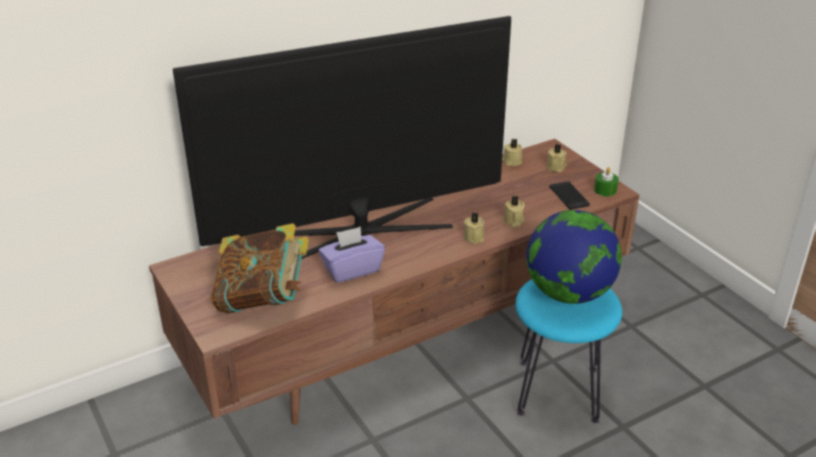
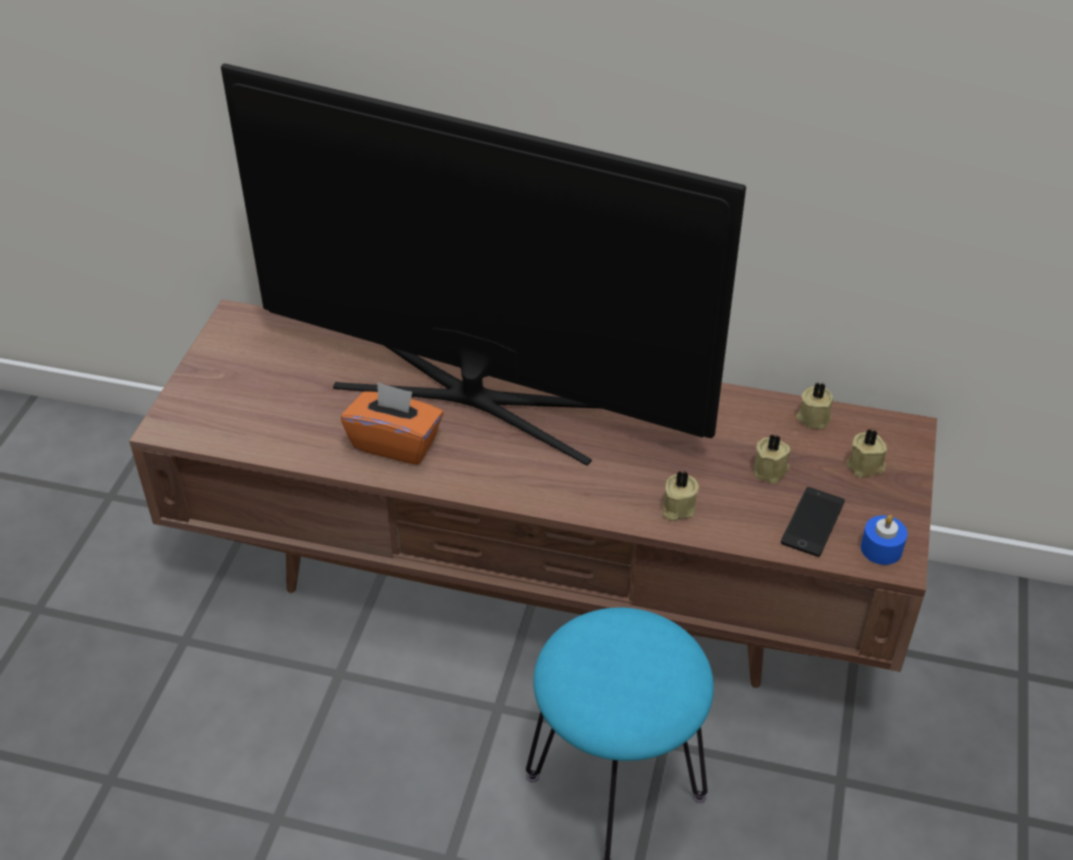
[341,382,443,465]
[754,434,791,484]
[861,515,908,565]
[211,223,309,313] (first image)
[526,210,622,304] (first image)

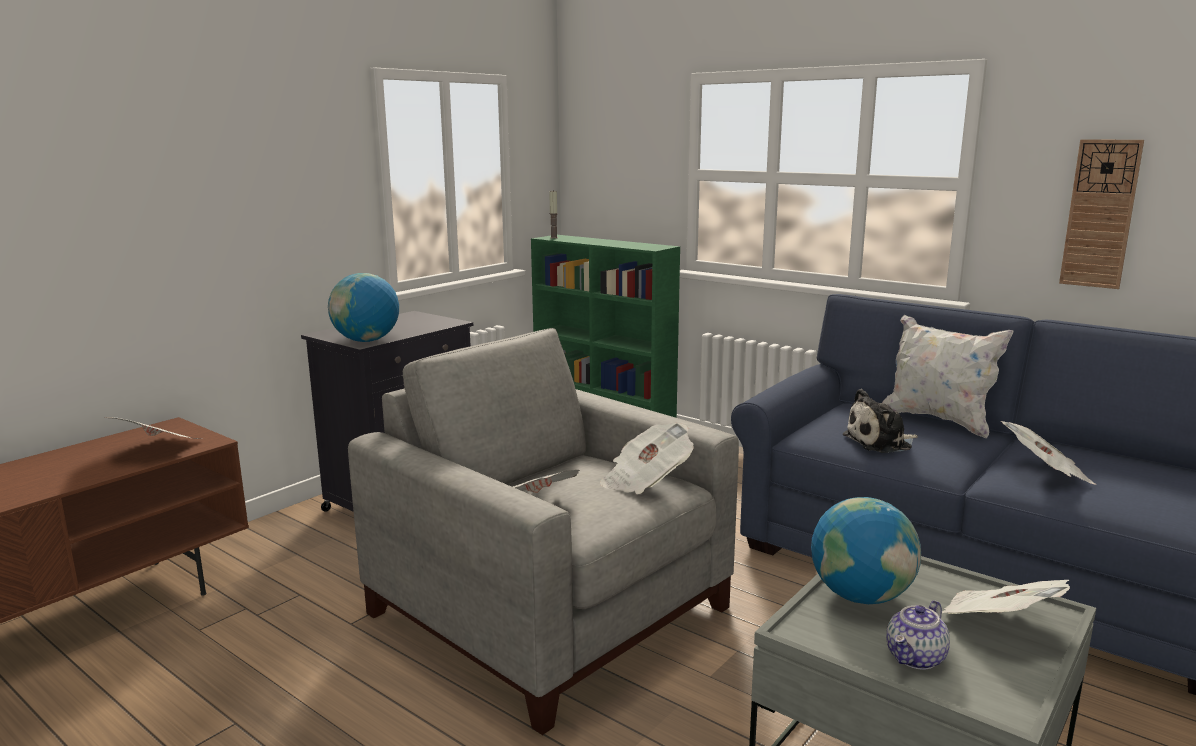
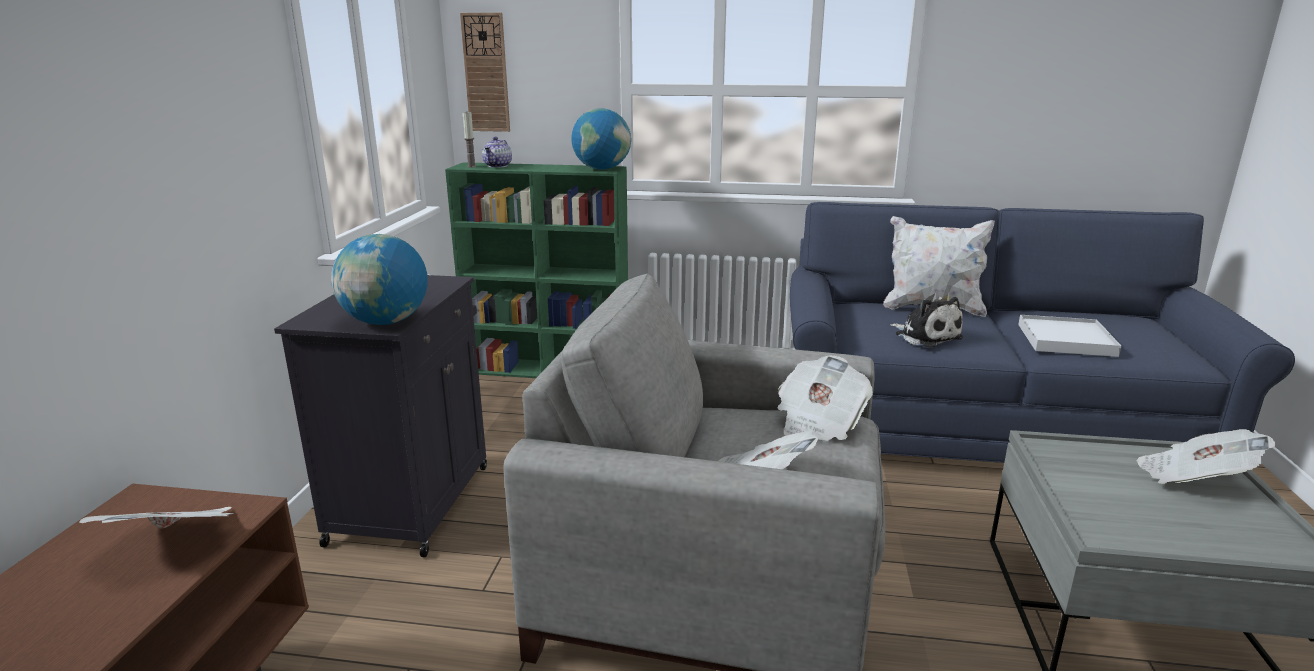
[460,13,510,132]
[482,137,512,168]
[571,108,631,170]
[890,297,963,348]
[1018,315,1121,357]

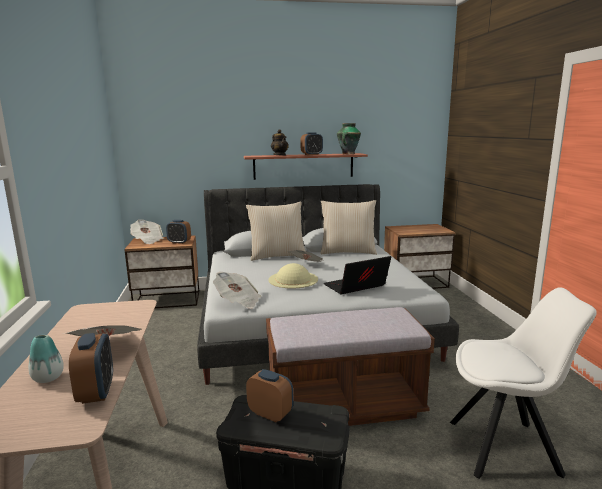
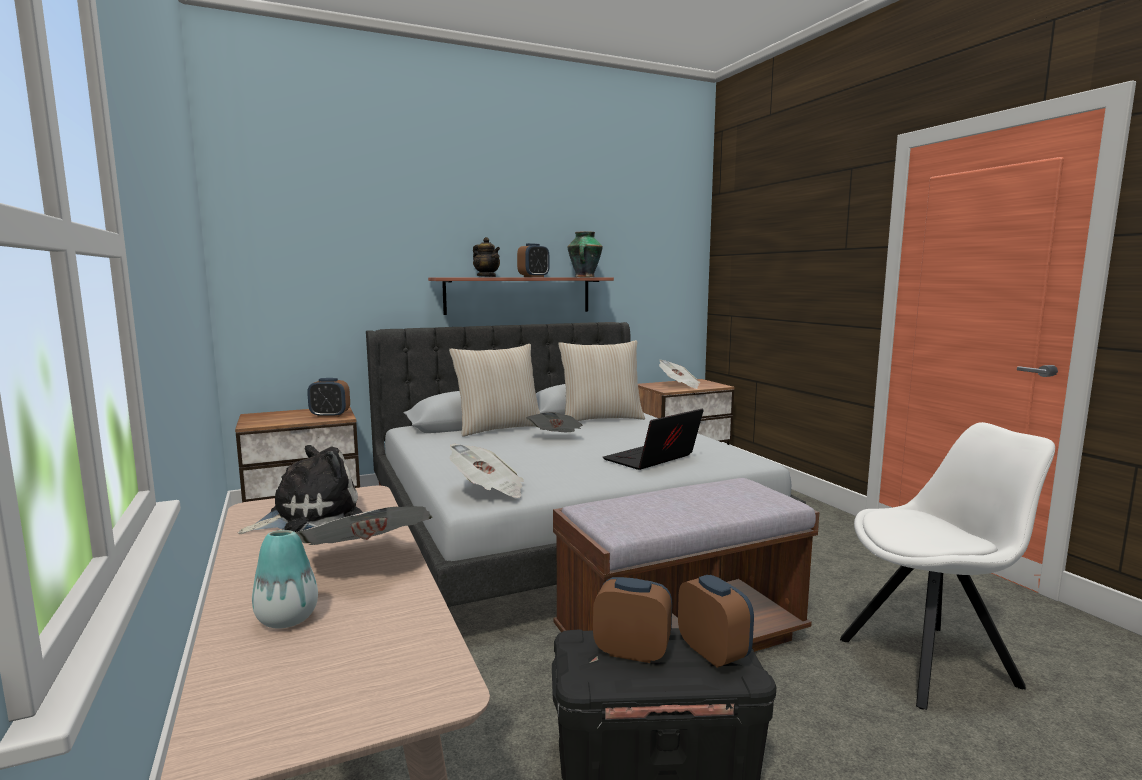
[238,445,363,534]
[659,360,700,389]
[678,575,754,668]
[268,263,318,289] (first image)

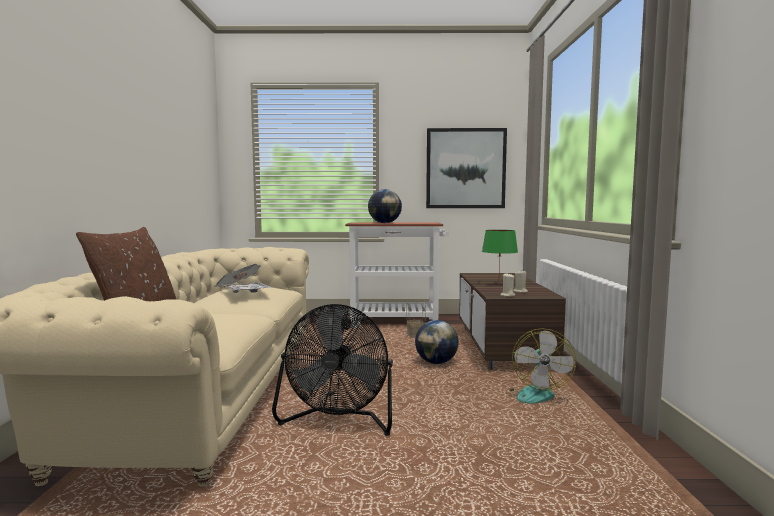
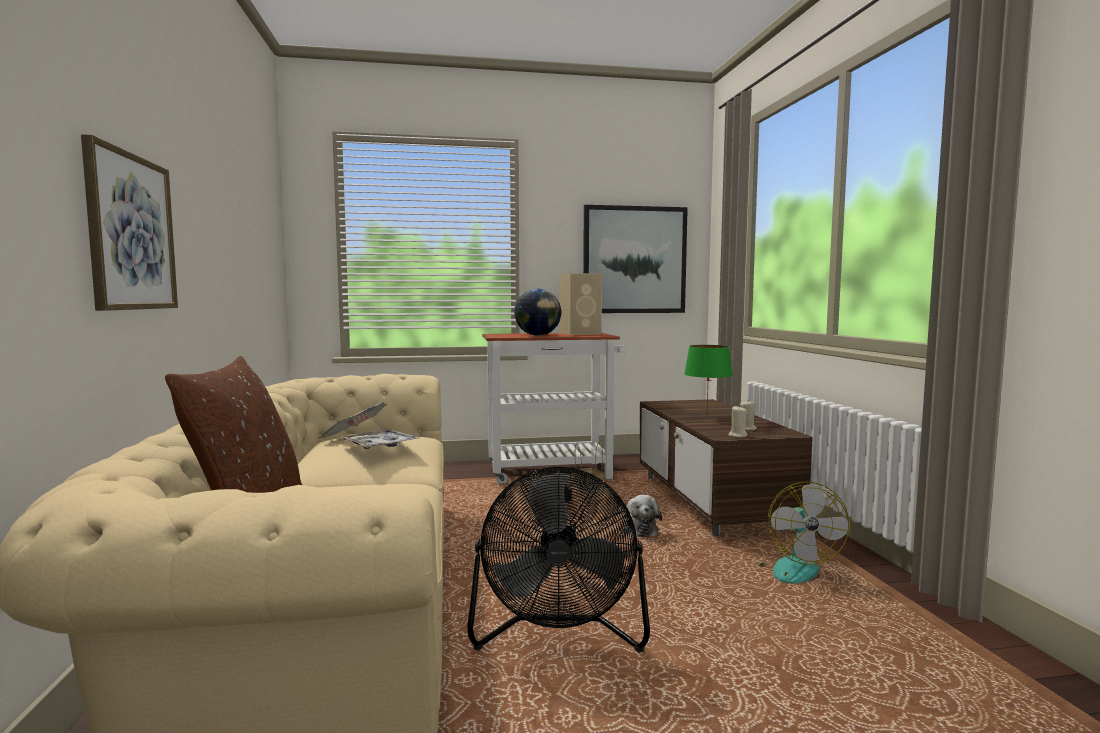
[81,134,178,311]
[560,273,602,335]
[622,495,662,537]

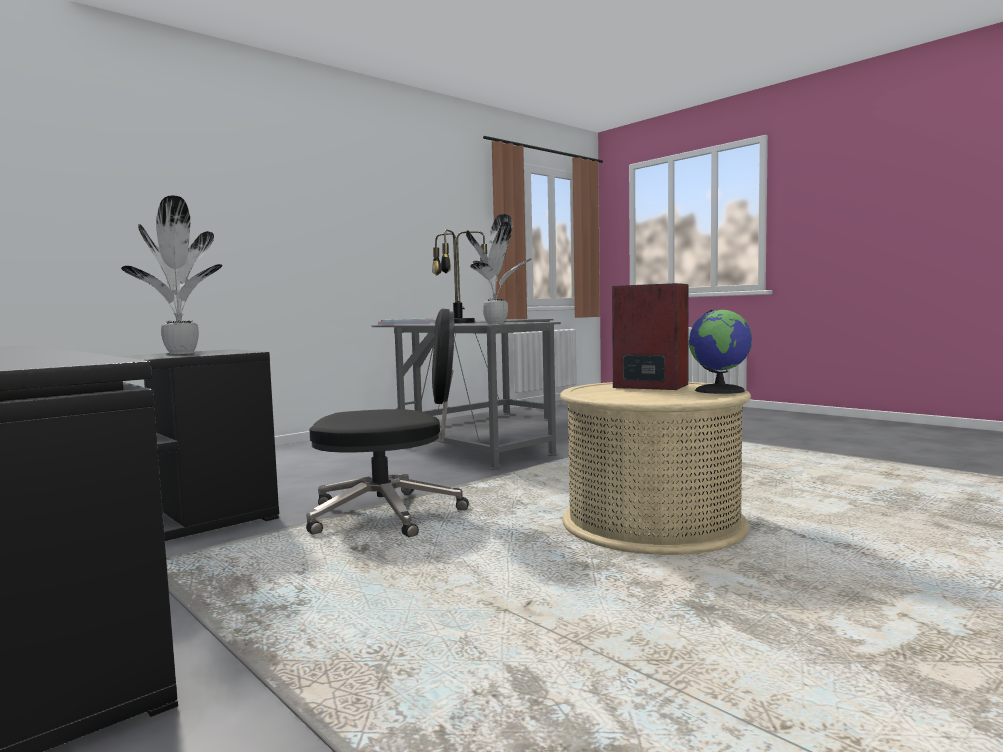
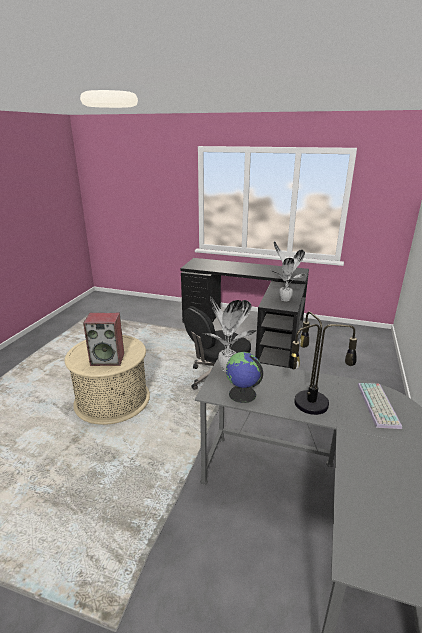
[226,352,263,403]

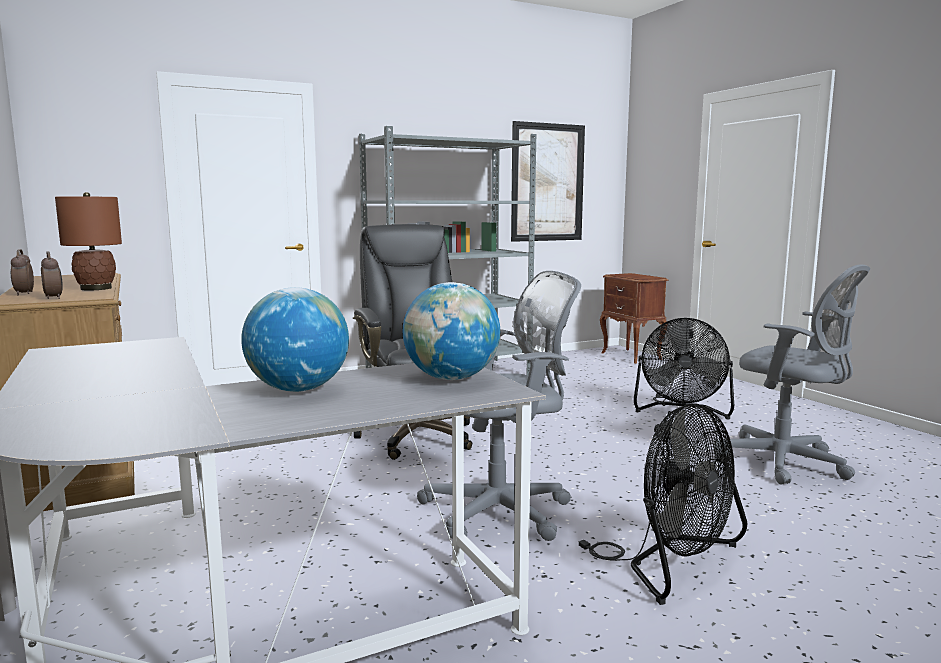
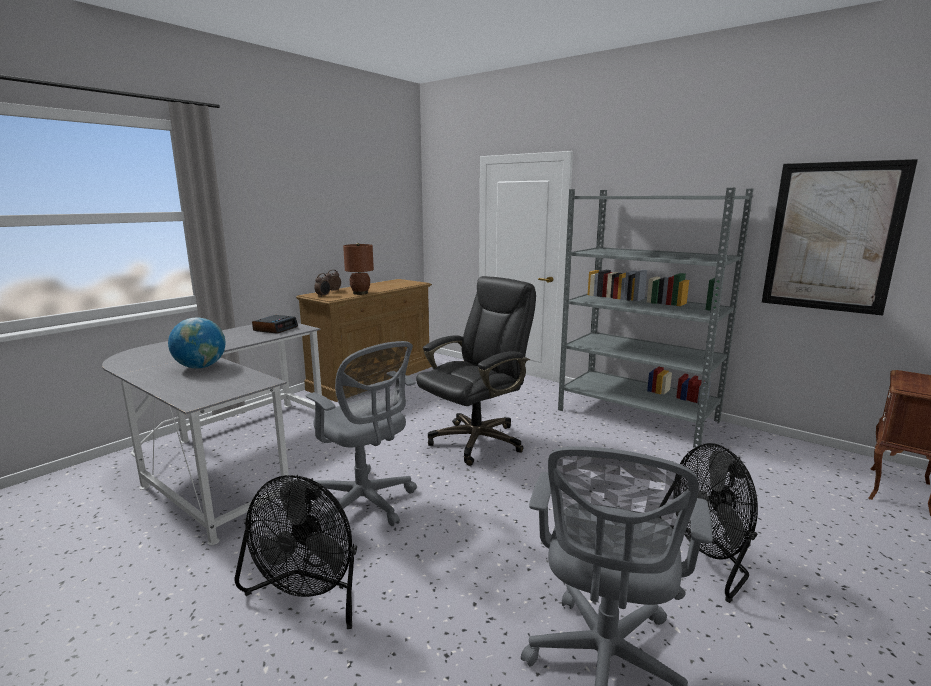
[252,315,298,334]
[403,282,500,380] (first image)

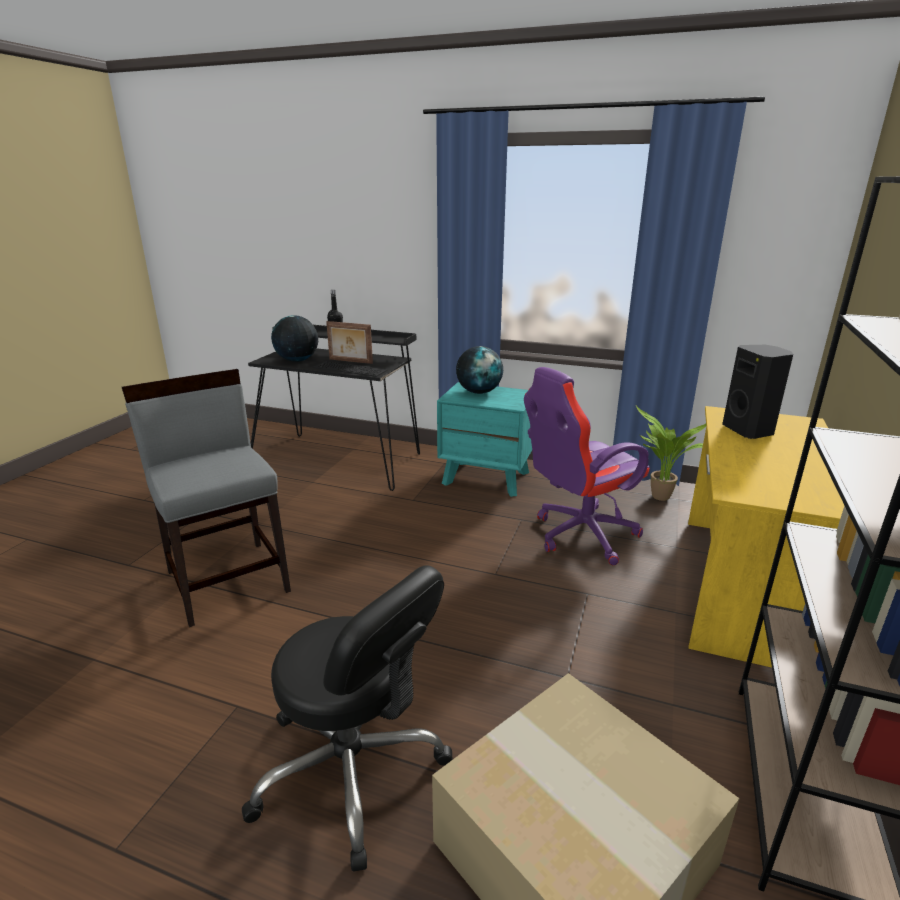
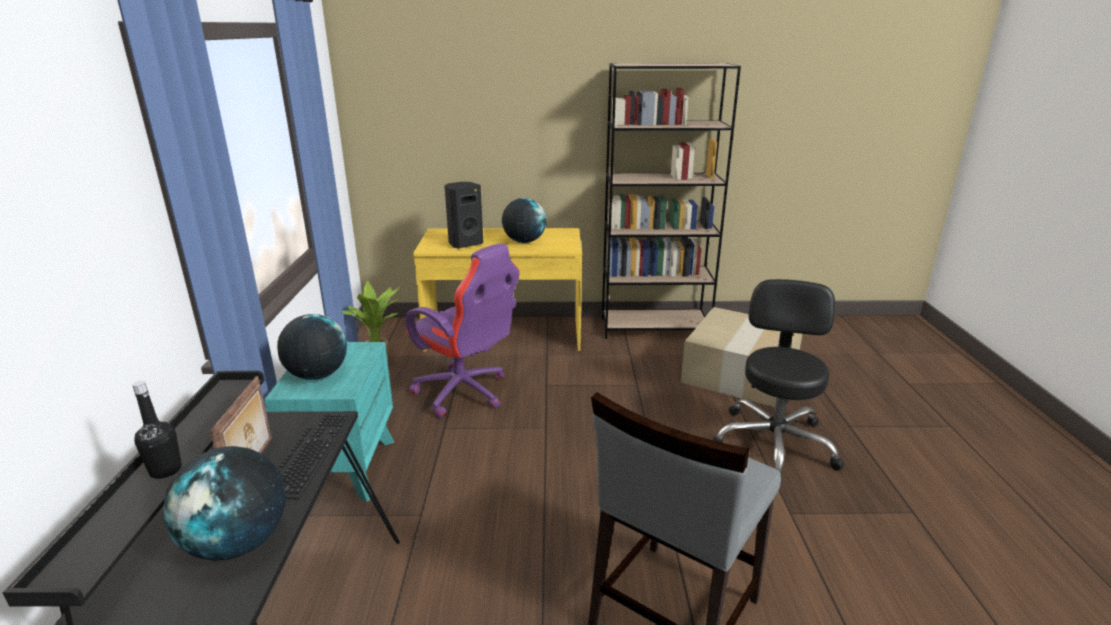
[502,198,546,243]

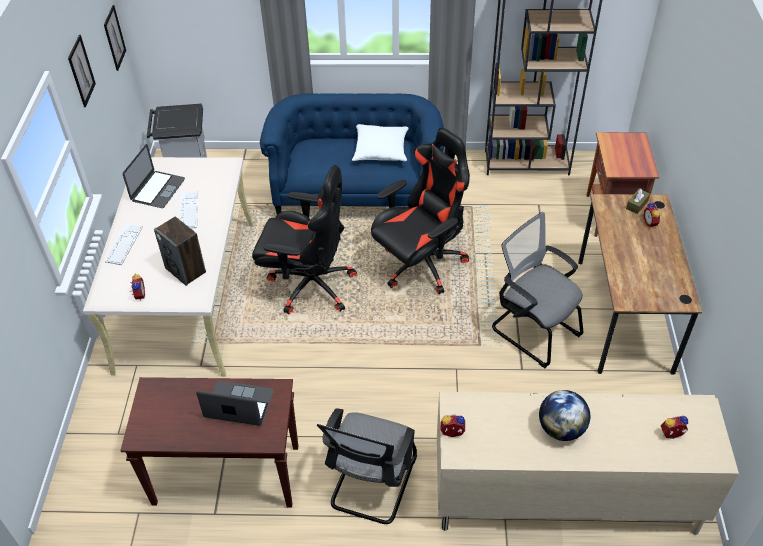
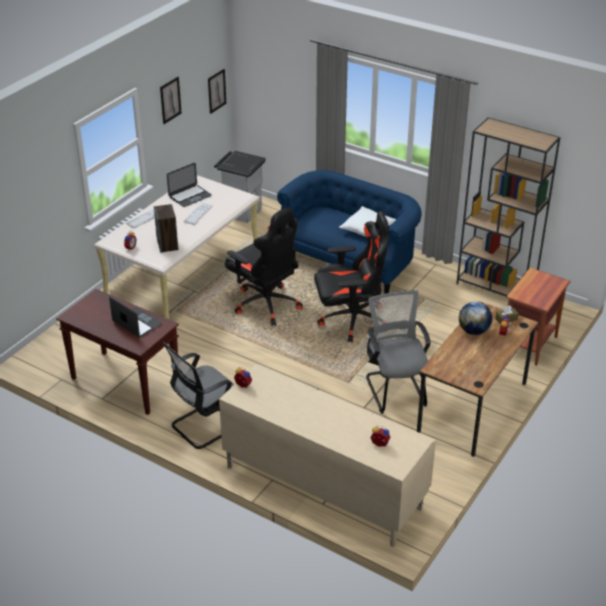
[459,302,492,335]

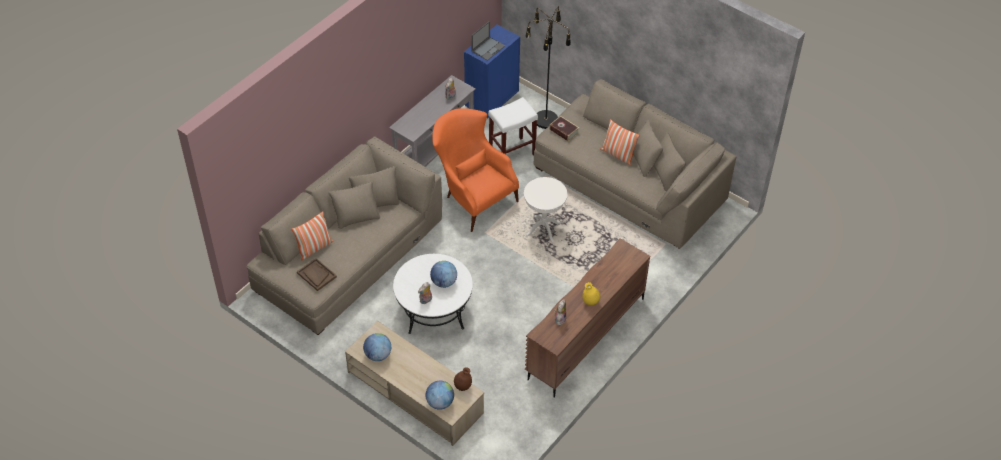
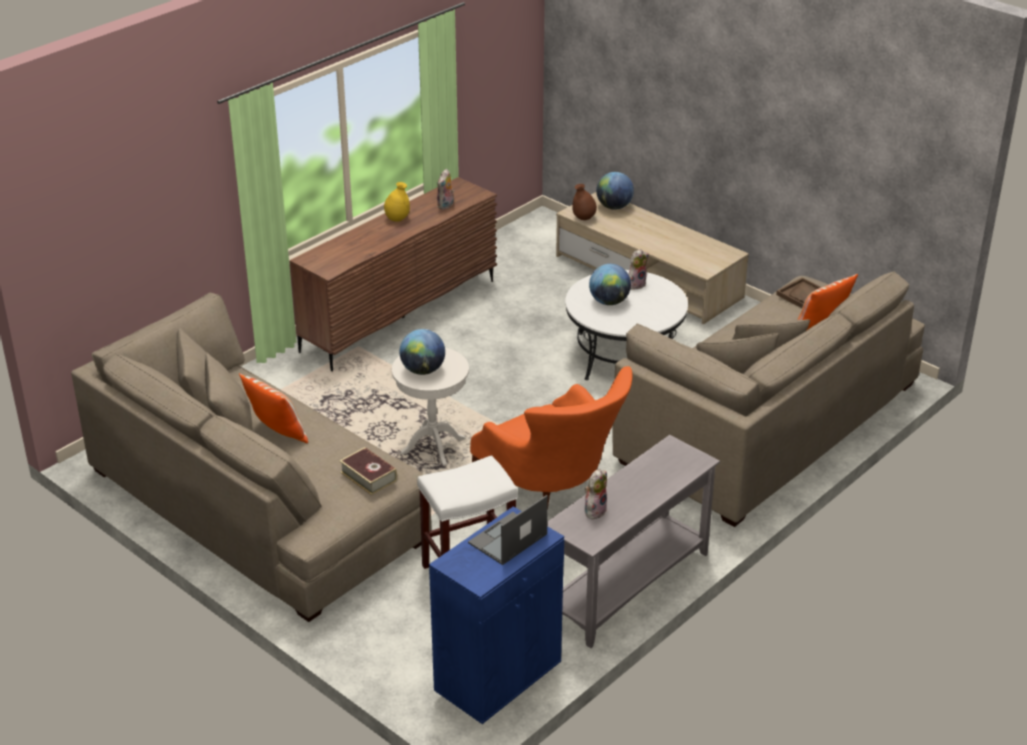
[400,329,445,375]
[526,6,571,129] (first image)

